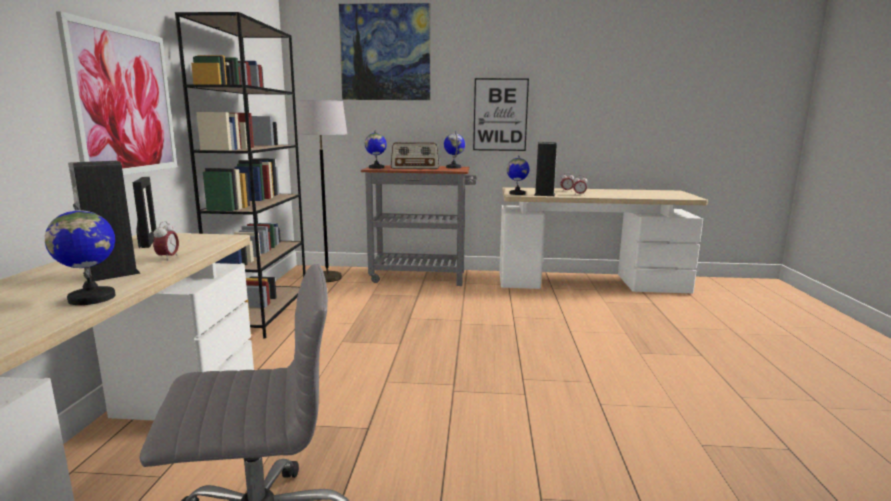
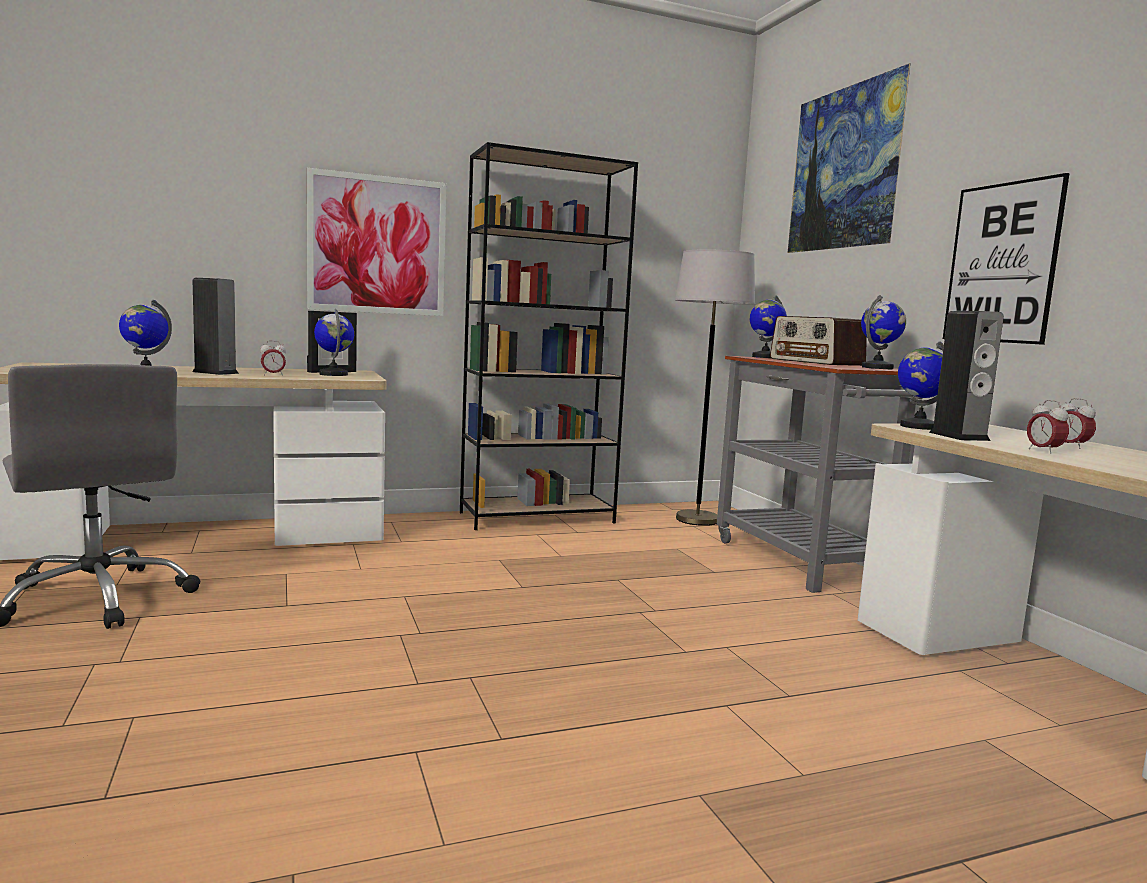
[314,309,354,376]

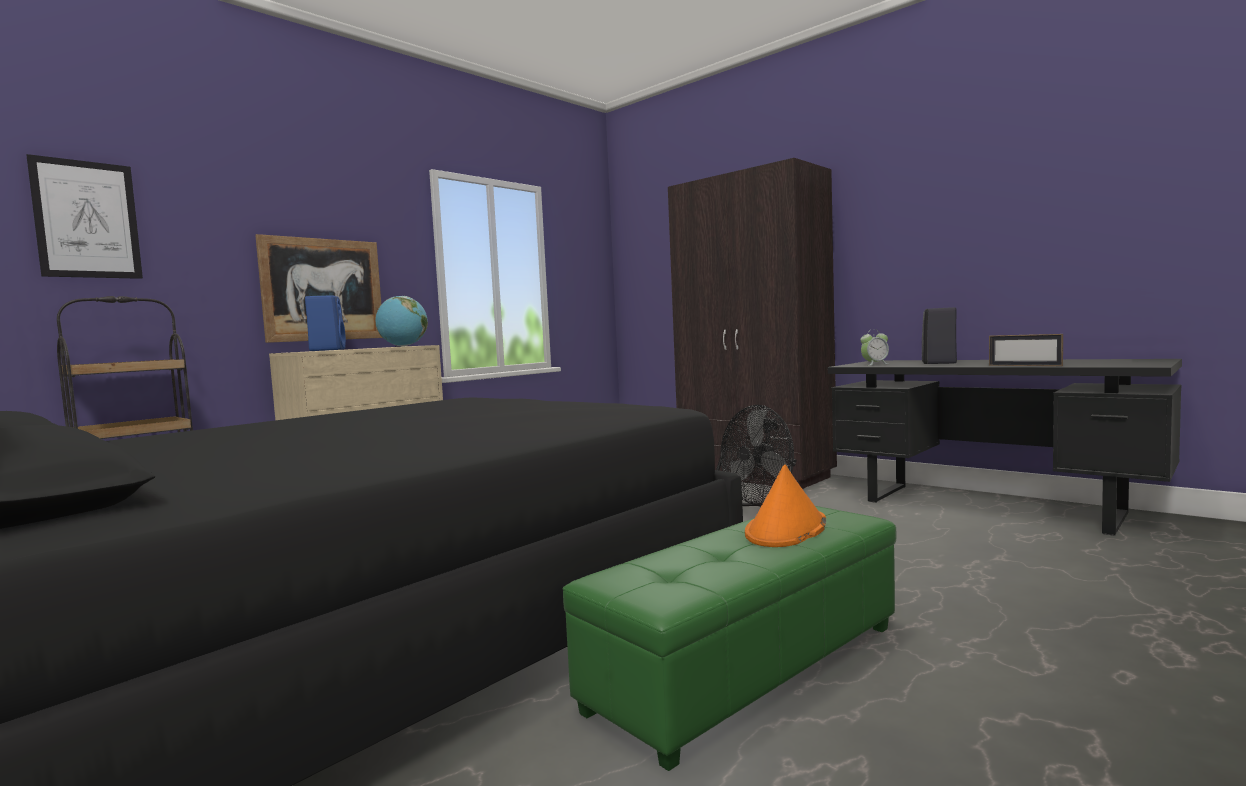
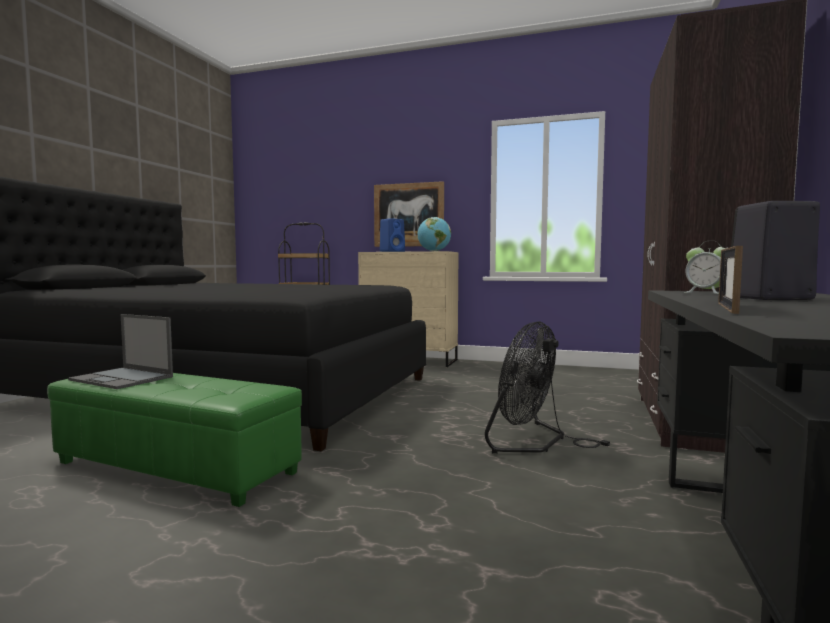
[68,314,173,389]
[26,154,143,279] (first image)
[745,464,826,547] (first image)

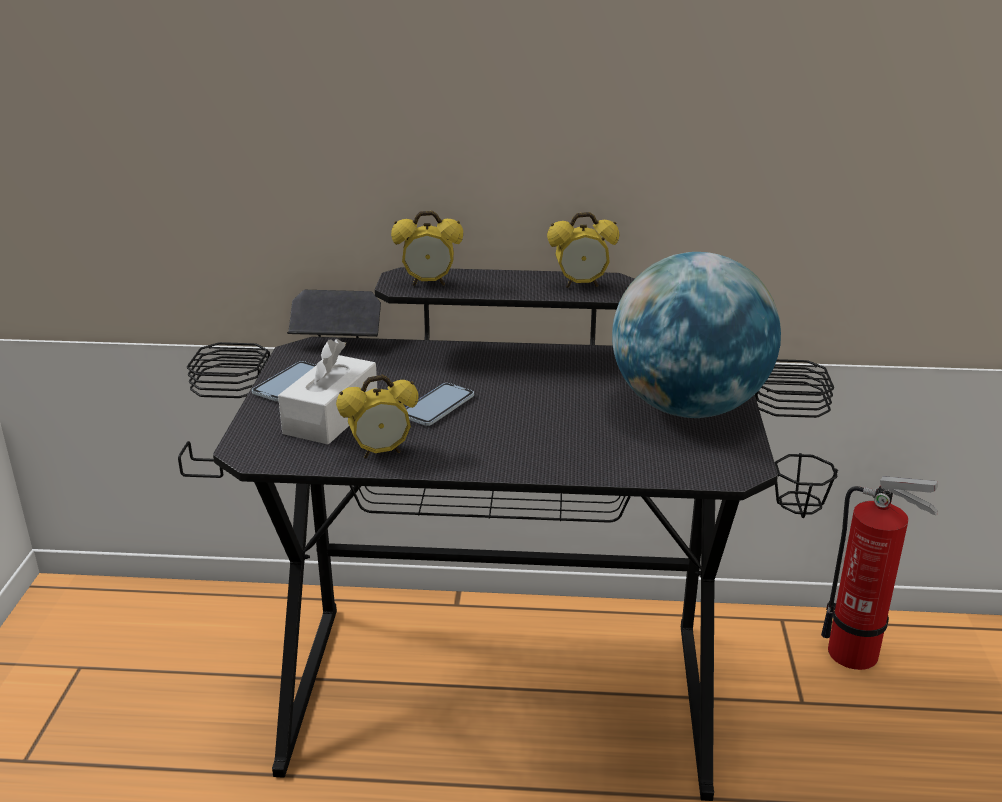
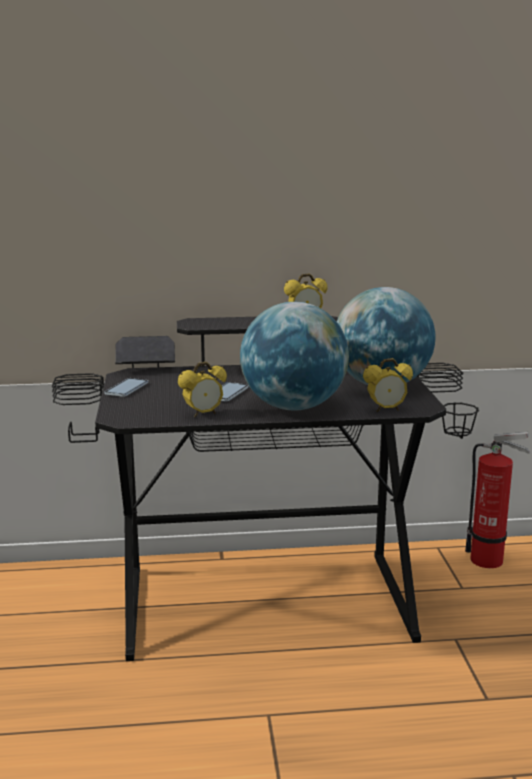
[240,302,349,410]
[363,358,413,412]
[278,339,377,445] (first image)

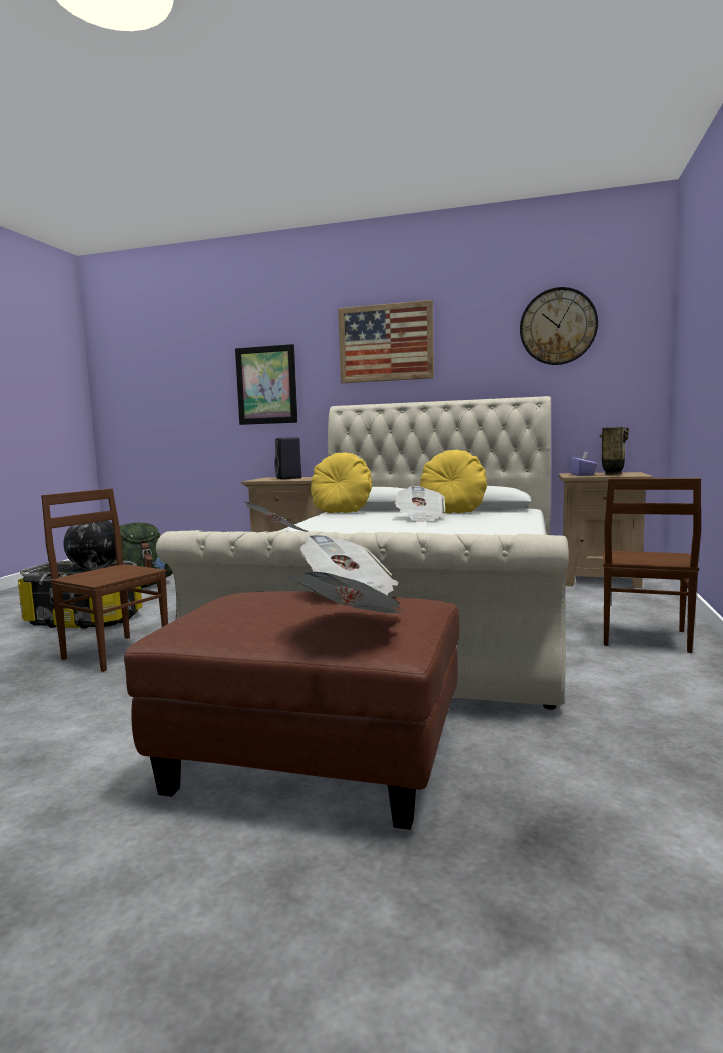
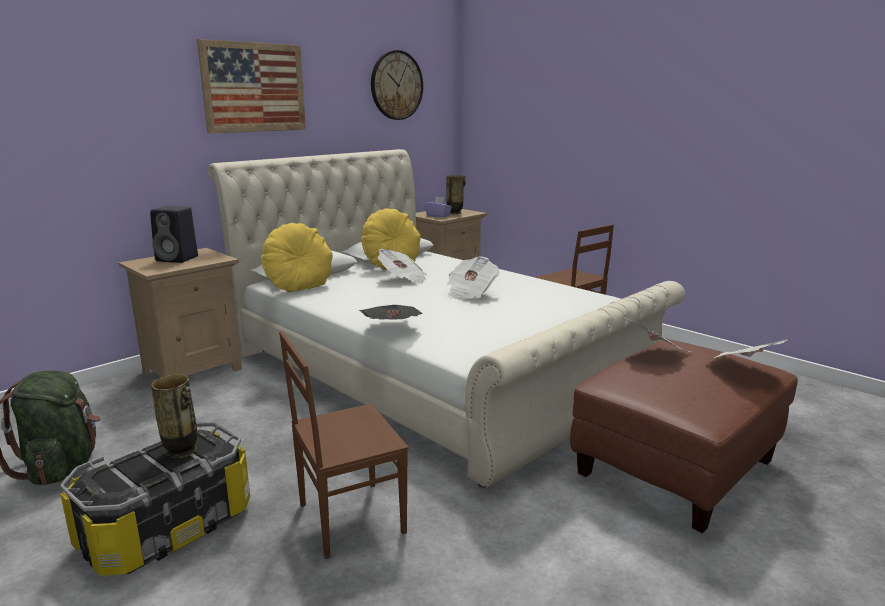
[151,374,197,458]
[447,256,499,299]
[235,344,297,425] (first image)

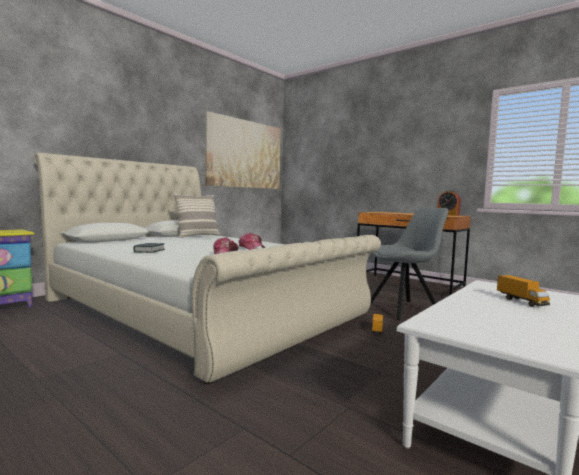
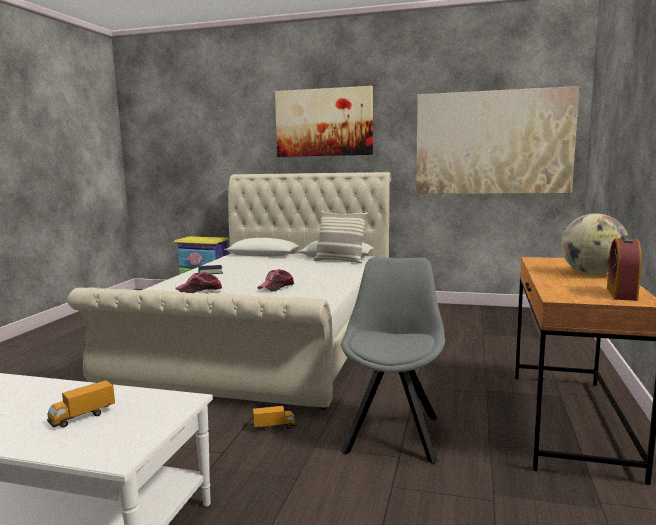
[275,86,373,157]
[341,257,445,464]
[561,213,628,275]

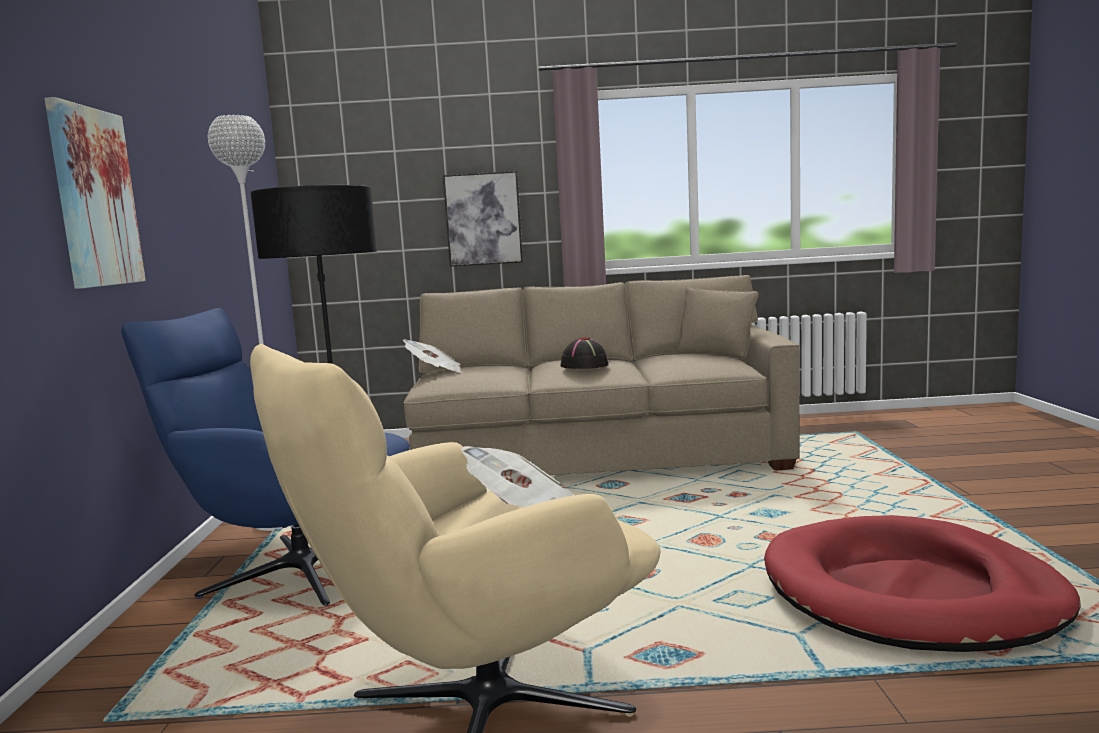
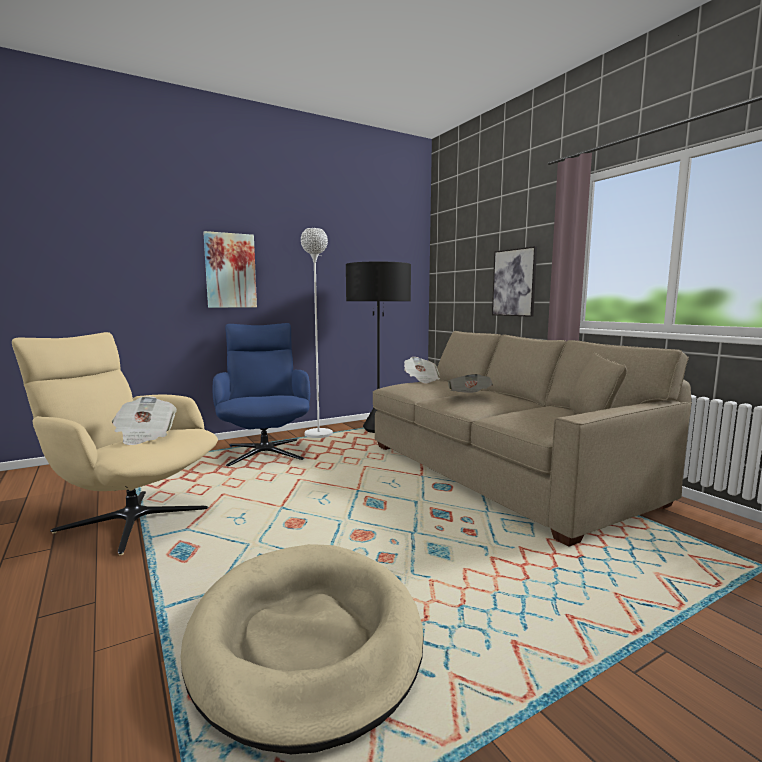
[181,544,424,754]
[448,374,493,393]

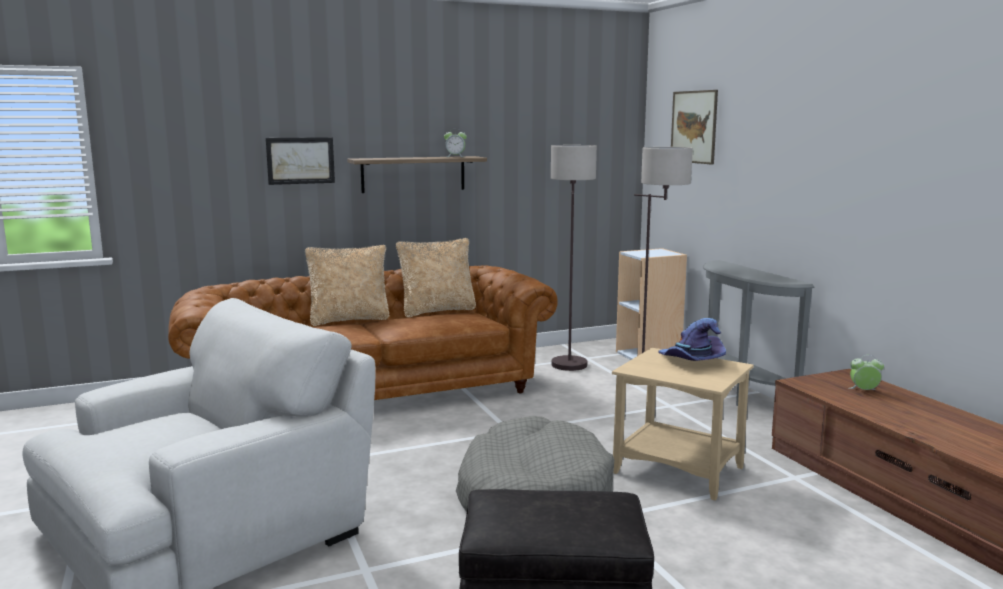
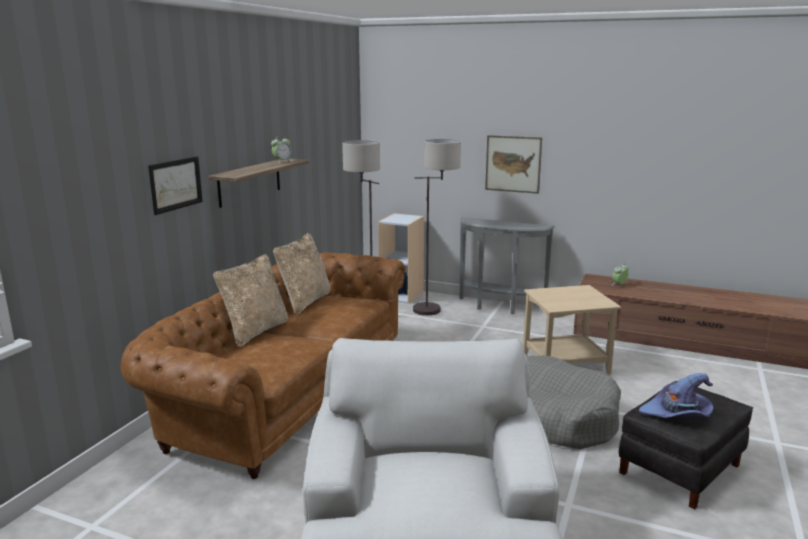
[485,135,542,194]
[639,373,713,418]

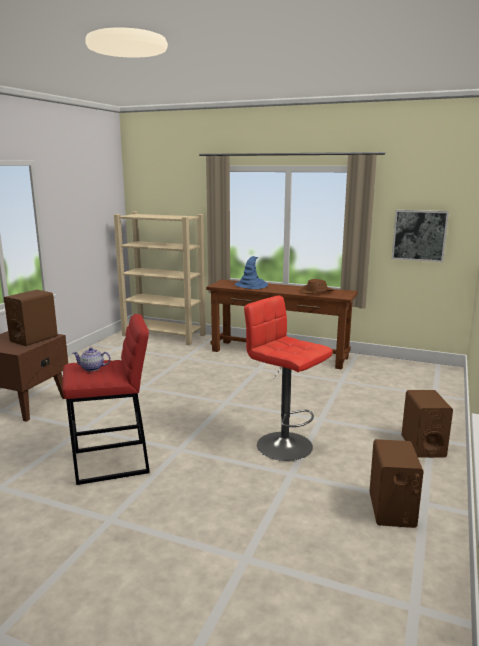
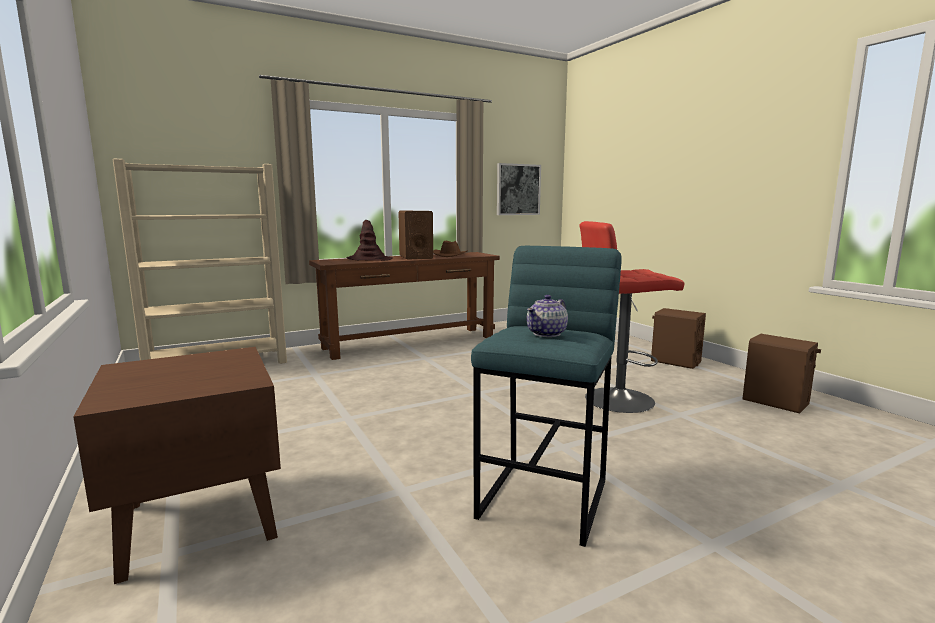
[346,220,393,261]
[398,211,433,259]
[471,246,622,547]

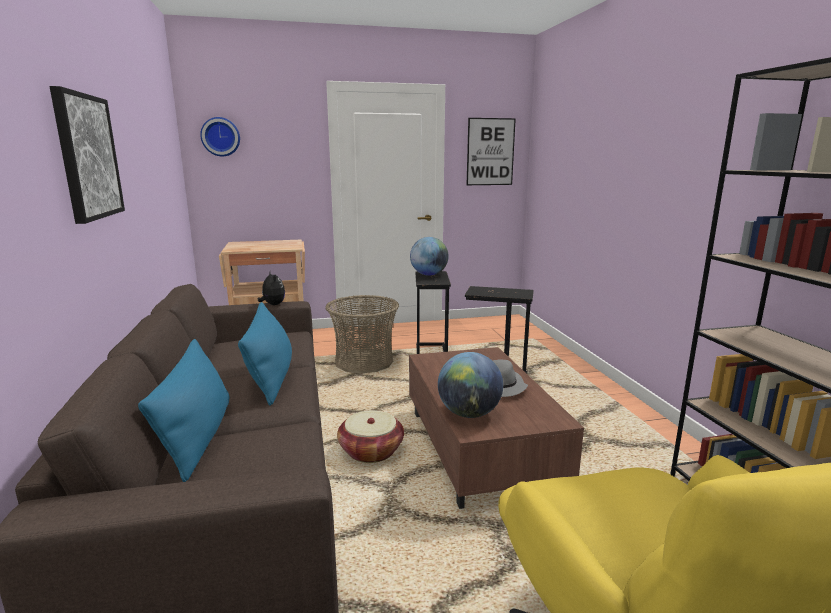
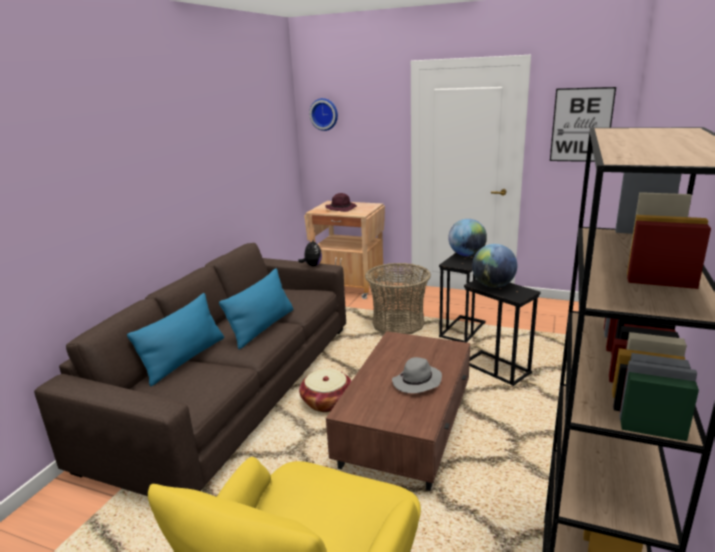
[325,193,357,212]
[472,244,517,288]
[49,86,125,224] (first image)

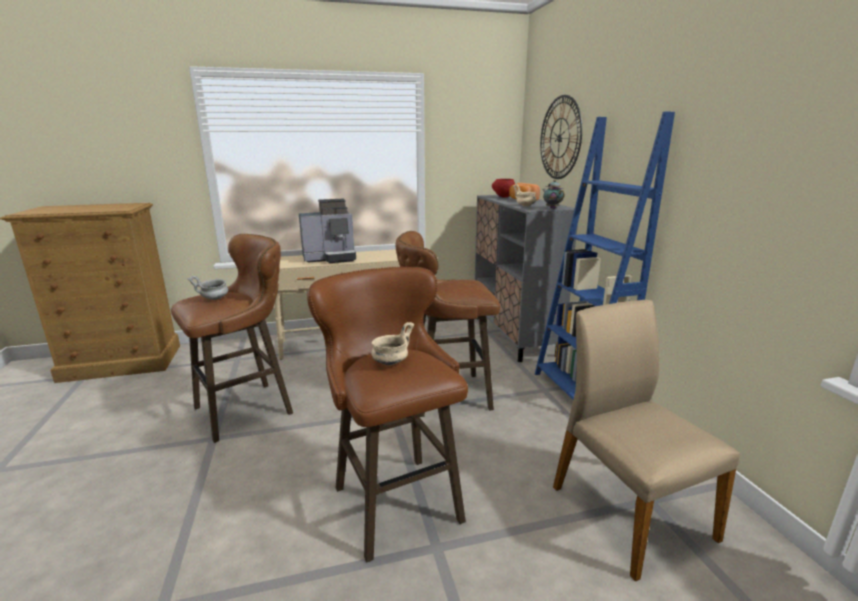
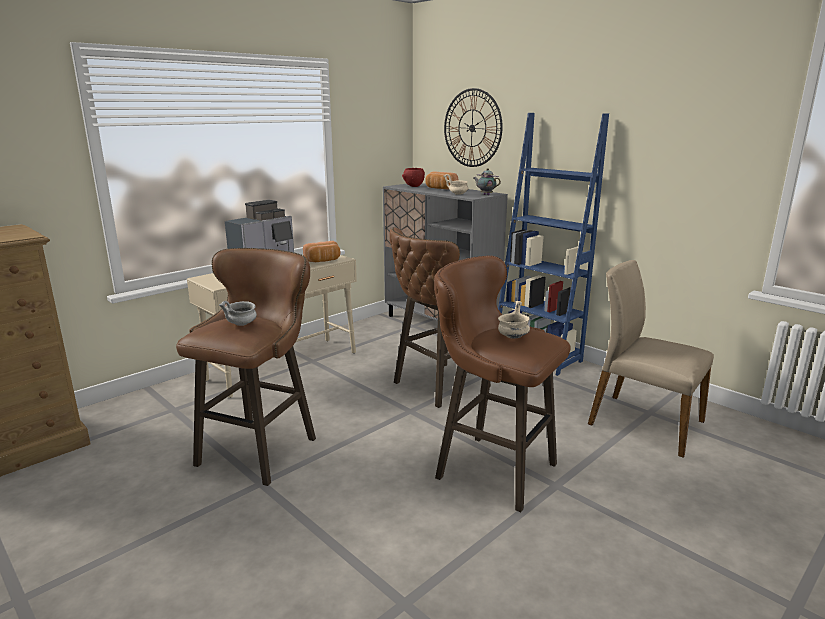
[303,241,340,262]

